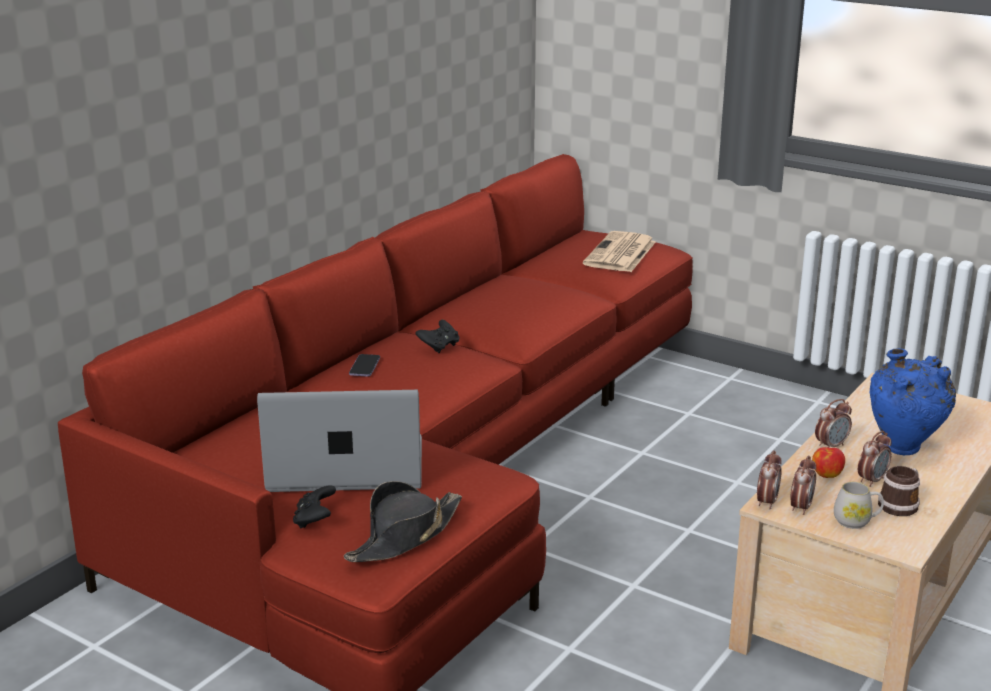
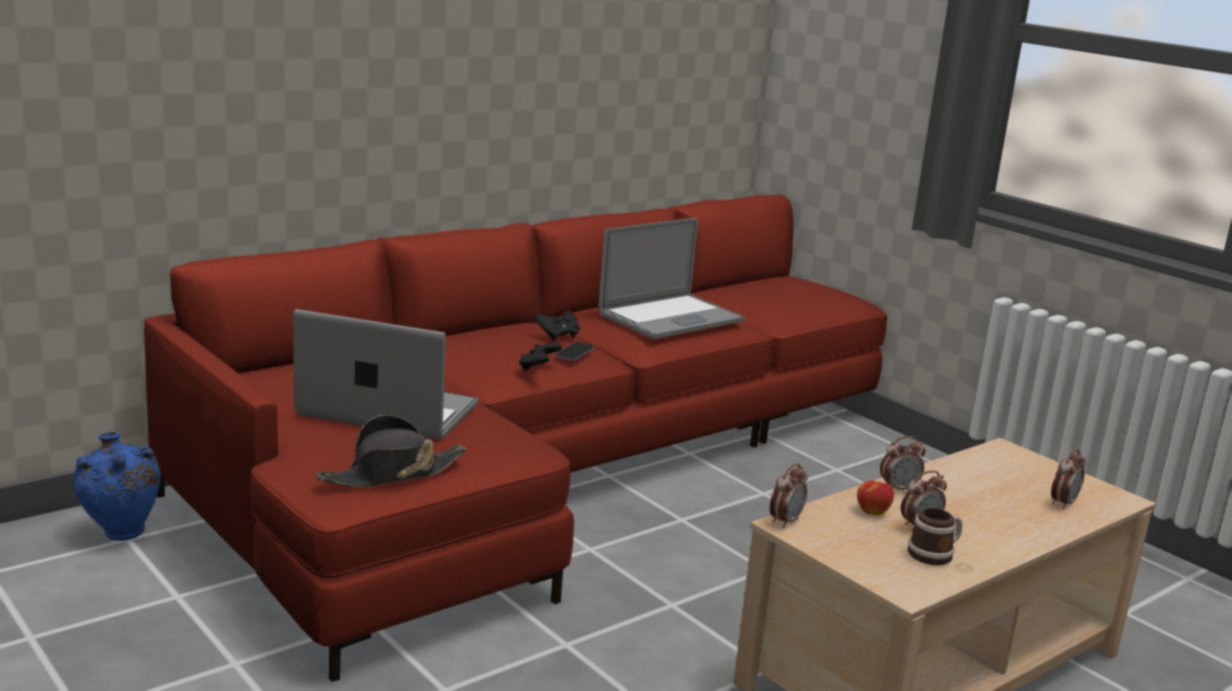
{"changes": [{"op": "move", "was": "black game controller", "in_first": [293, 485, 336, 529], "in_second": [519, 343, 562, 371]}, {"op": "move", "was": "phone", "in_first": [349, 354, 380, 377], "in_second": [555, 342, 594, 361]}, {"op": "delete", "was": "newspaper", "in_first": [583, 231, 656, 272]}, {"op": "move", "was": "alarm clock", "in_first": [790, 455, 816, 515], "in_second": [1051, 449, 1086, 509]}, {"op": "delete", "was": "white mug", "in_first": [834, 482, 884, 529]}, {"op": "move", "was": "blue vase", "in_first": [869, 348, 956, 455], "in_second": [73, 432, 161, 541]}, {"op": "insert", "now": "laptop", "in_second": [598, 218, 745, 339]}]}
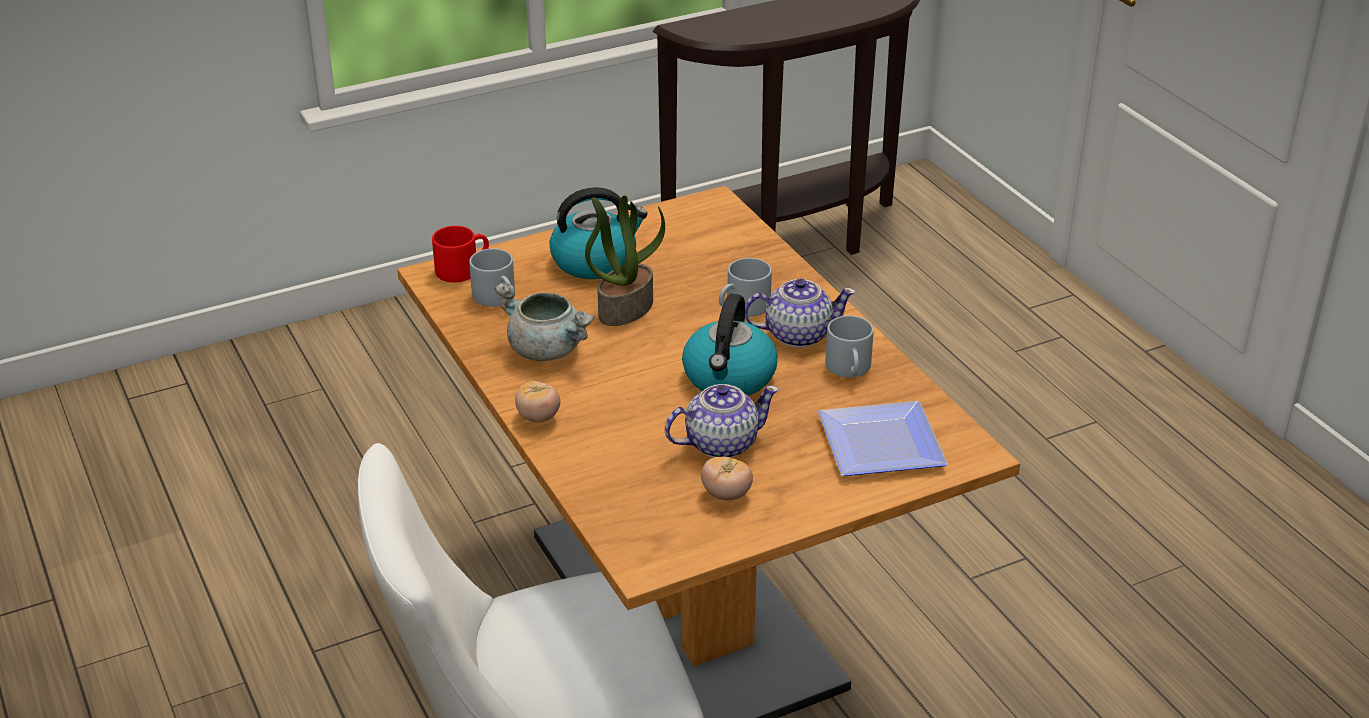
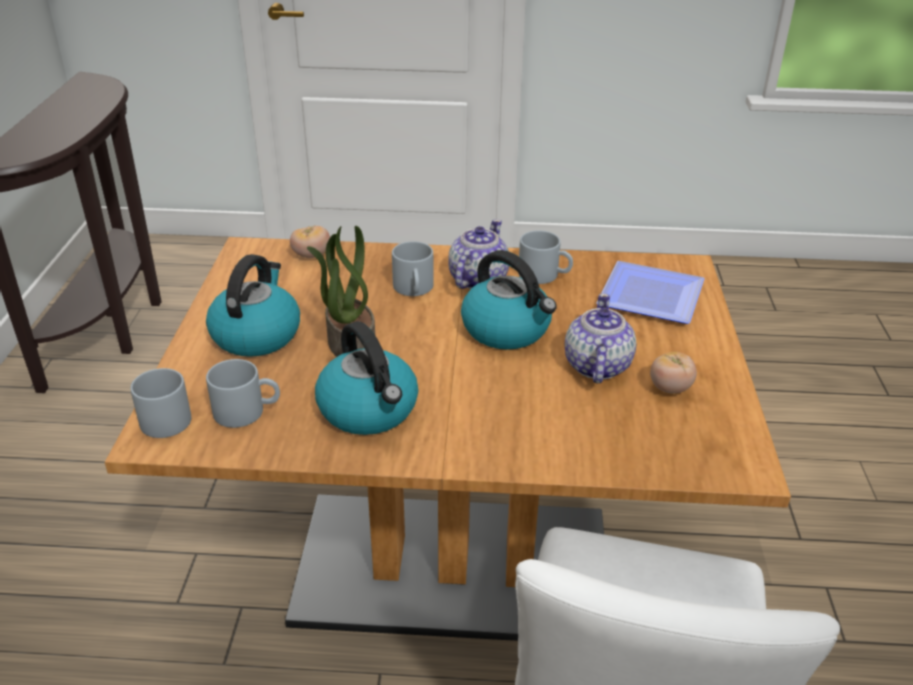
{"changes": [{"op": "recolor", "was": "red mug", "now": "grey mug", "in_first": [432, 226, 489, 283], "in_second": [130, 368, 191, 438]}, {"op": "replace", "was": "grey cooking pot", "now": "kettle", "in_first": [494, 283, 595, 361], "in_second": [315, 321, 418, 435]}, {"op": "move", "was": "tomato", "in_first": [515, 381, 560, 423], "in_second": [290, 225, 330, 258]}]}
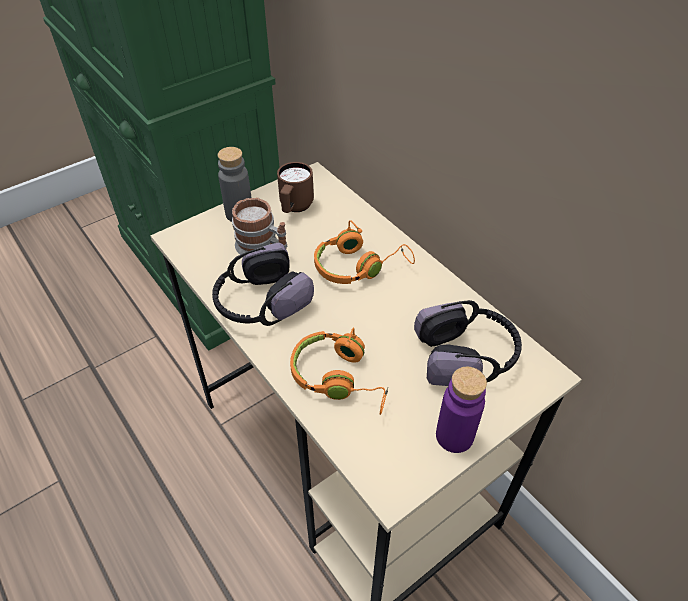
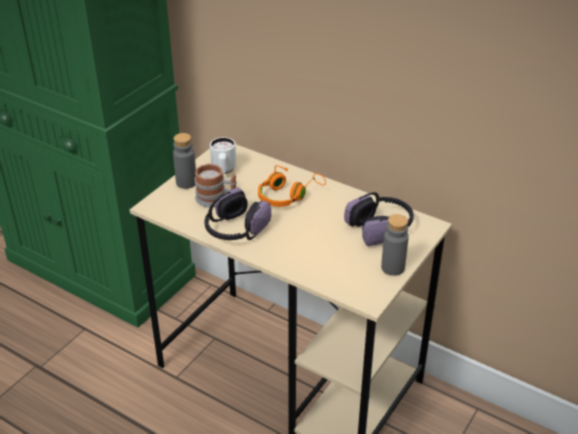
{"changes": [{"op": "recolor", "was": "brown mug", "now": "white mug", "in_first": [277, 162, 314, 213], "in_second": [210, 137, 236, 174]}, {"op": "delete", "was": "orange headphones", "in_first": [290, 328, 388, 415]}, {"op": "recolor", "was": "purple bottle", "now": "grey bottle", "in_first": [436, 367, 487, 453], "in_second": [381, 214, 409, 276]}]}
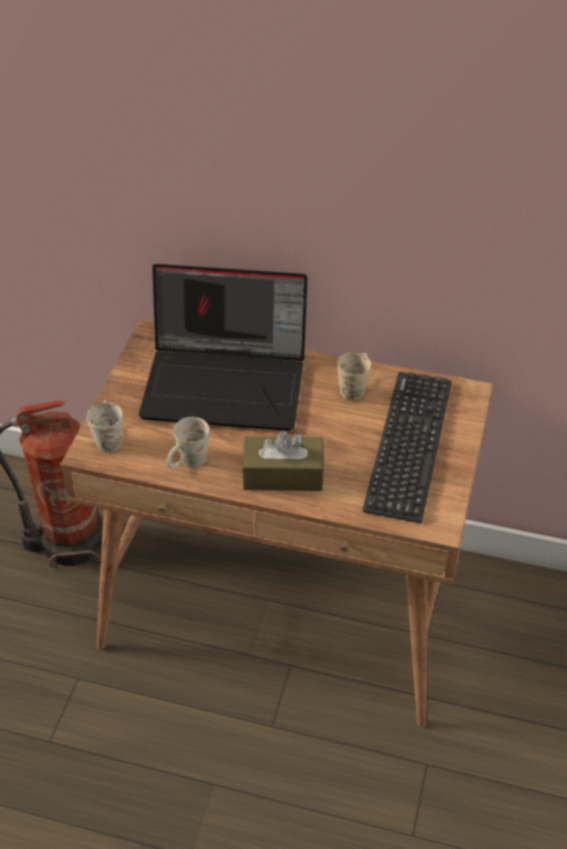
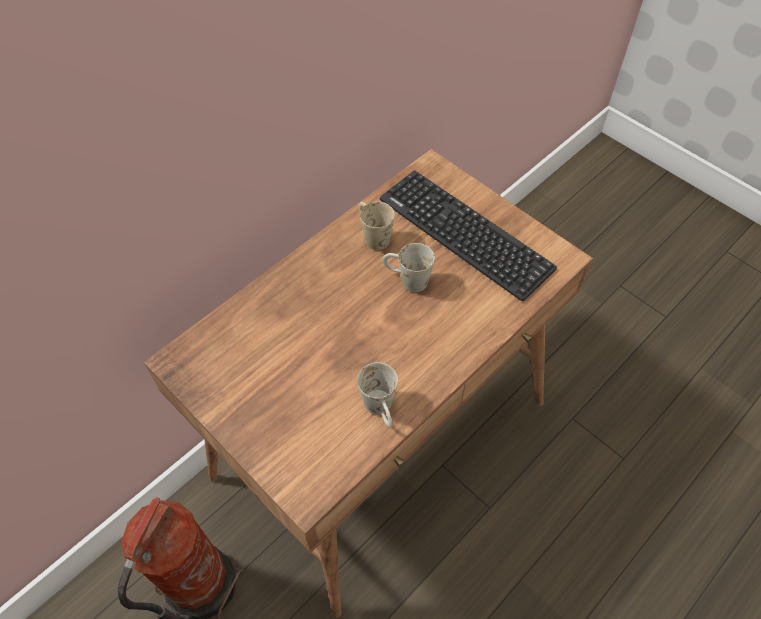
{"changes": [{"op": "move", "was": "white mug", "in_first": [87, 400, 123, 453], "in_second": [382, 243, 435, 292]}, {"op": "delete", "was": "laptop", "in_first": [139, 264, 308, 431]}, {"op": "delete", "was": "brown tissue box", "in_first": [242, 431, 324, 491]}]}
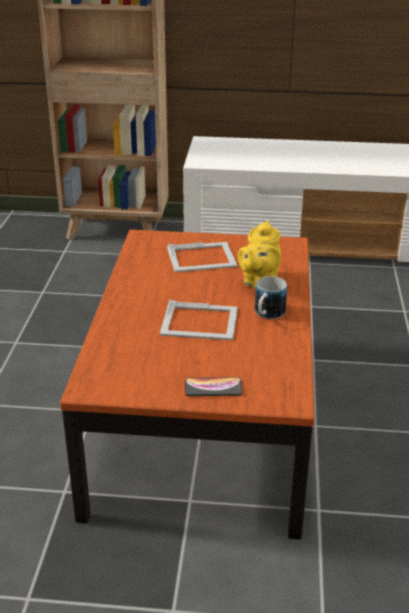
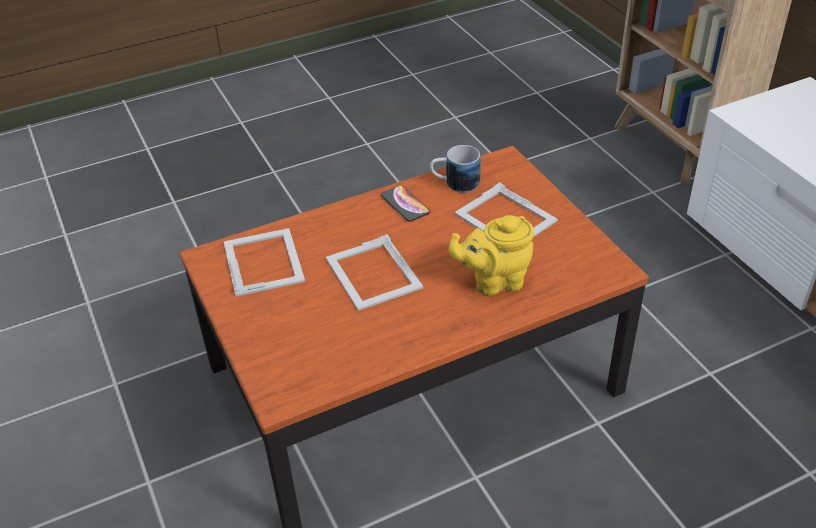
{"changes": [{"op": "move", "was": "phone", "in_first": [185, 377, 243, 396], "in_second": [381, 185, 430, 222]}, {"op": "move", "was": "mug", "in_first": [255, 276, 287, 319], "in_second": [430, 145, 480, 193]}, {"op": "insert", "now": "picture frame", "in_second": [224, 228, 305, 297]}]}
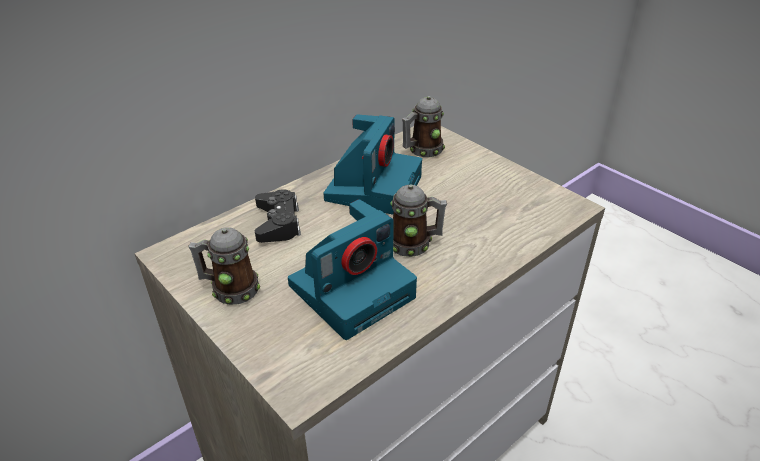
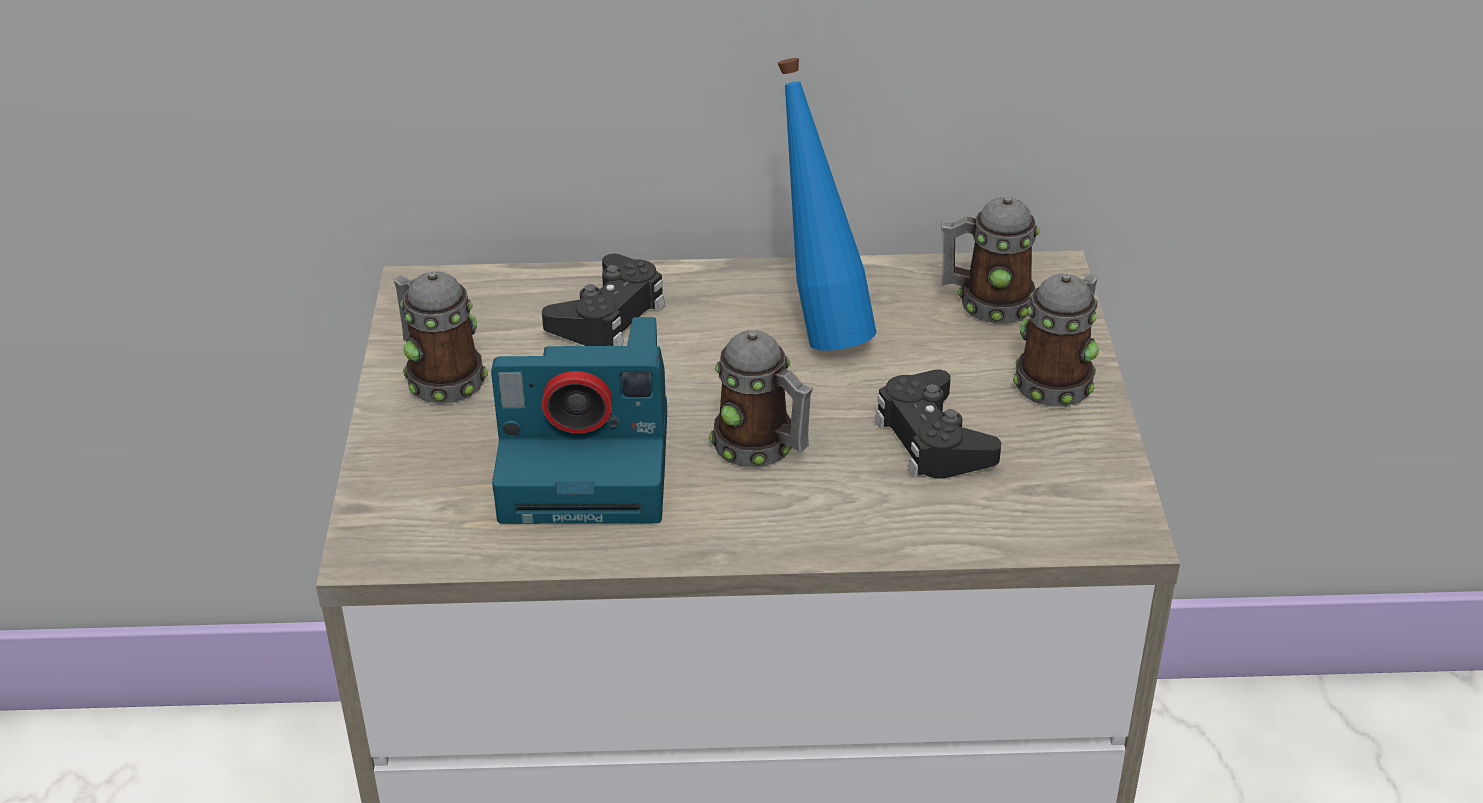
{"changes": [{"op": "replace", "was": "photo camera", "now": "blue bottle", "in_first": [323, 114, 422, 215], "in_second": [778, 58, 876, 351]}, {"op": "insert", "now": "black game controller", "in_second": [875, 369, 1001, 479]}, {"op": "insert", "now": "mug", "in_second": [1013, 273, 1099, 407]}]}
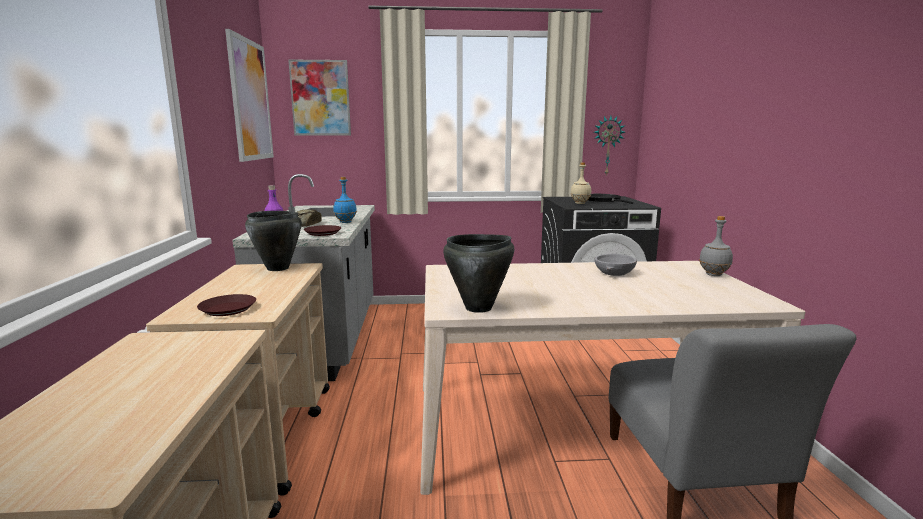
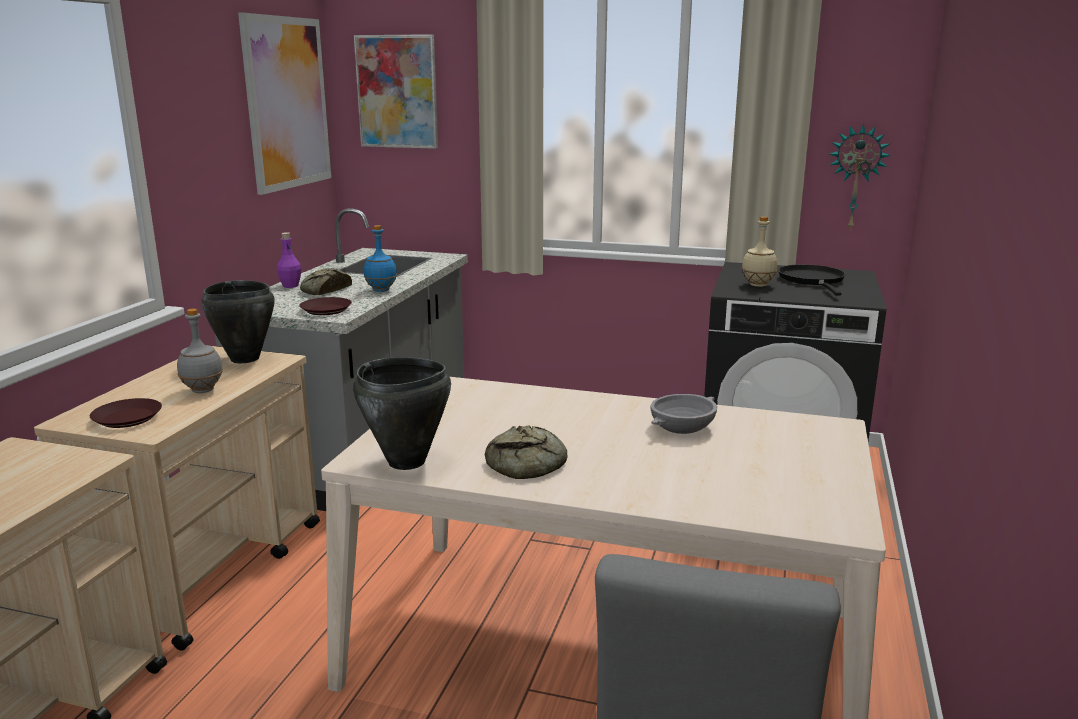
{"changes": [{"op": "move", "was": "grey bottle", "in_first": [699, 216, 733, 276], "in_second": [177, 309, 223, 393]}, {"op": "insert", "now": "bread", "in_second": [485, 425, 567, 479]}]}
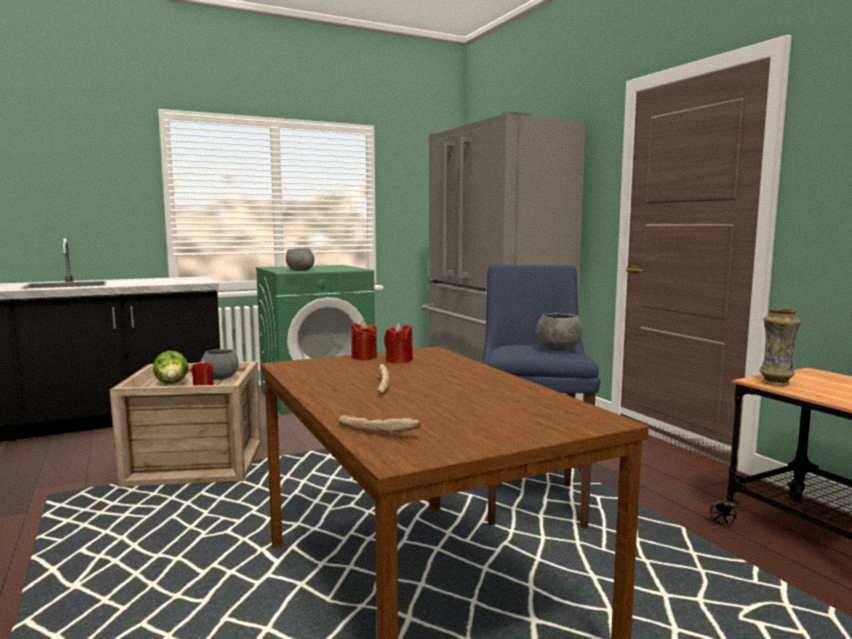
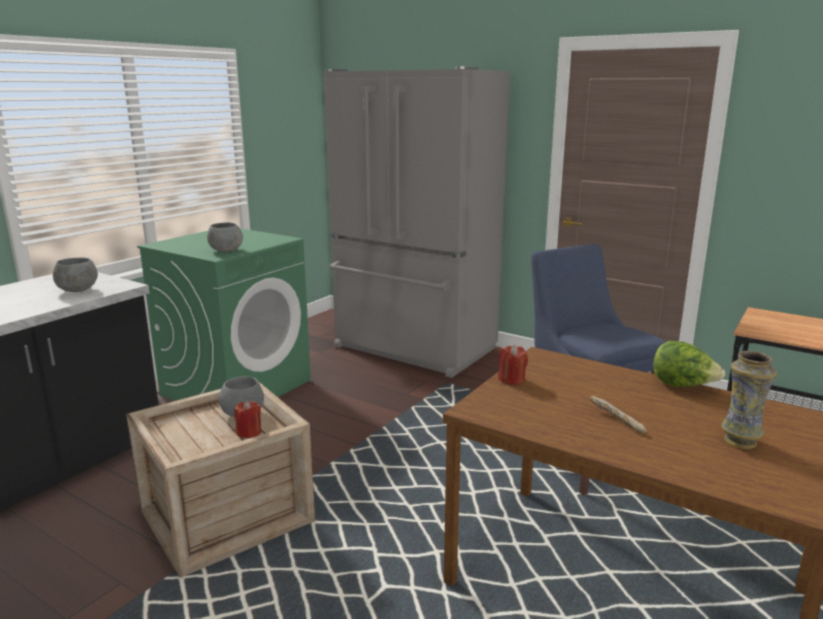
{"changes": [{"op": "move", "was": "lettuce", "in_first": [153, 351, 189, 384], "in_second": [653, 341, 725, 387]}, {"op": "delete", "was": "bread", "in_first": [338, 415, 421, 433]}, {"op": "delete", "was": "red candle", "in_first": [384, 322, 413, 363]}, {"op": "move", "was": "grey bowl", "in_first": [536, 313, 583, 351], "in_second": [53, 258, 98, 292]}, {"op": "move", "was": "vase", "in_first": [760, 308, 801, 386], "in_second": [722, 351, 777, 449]}]}
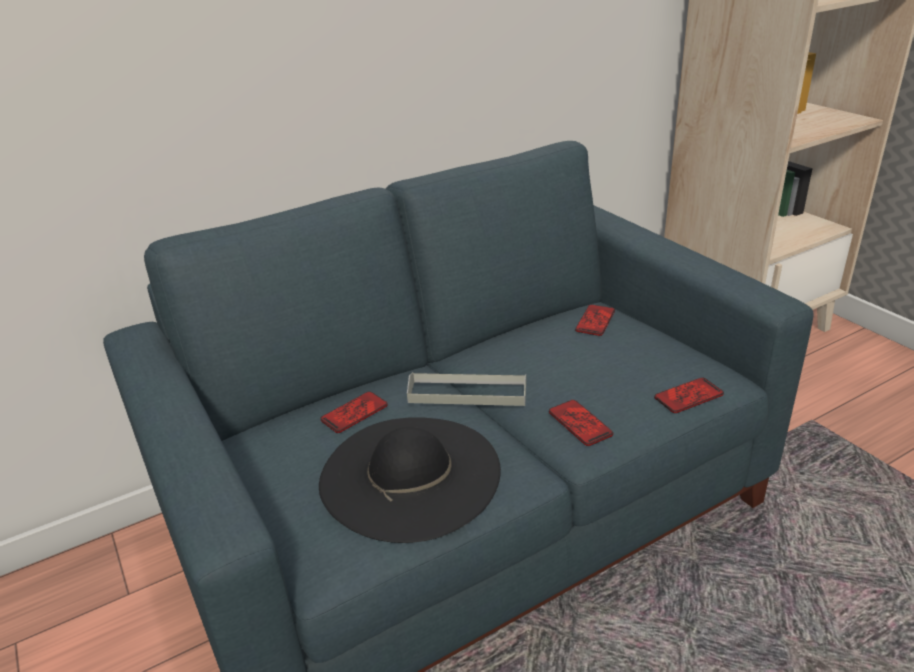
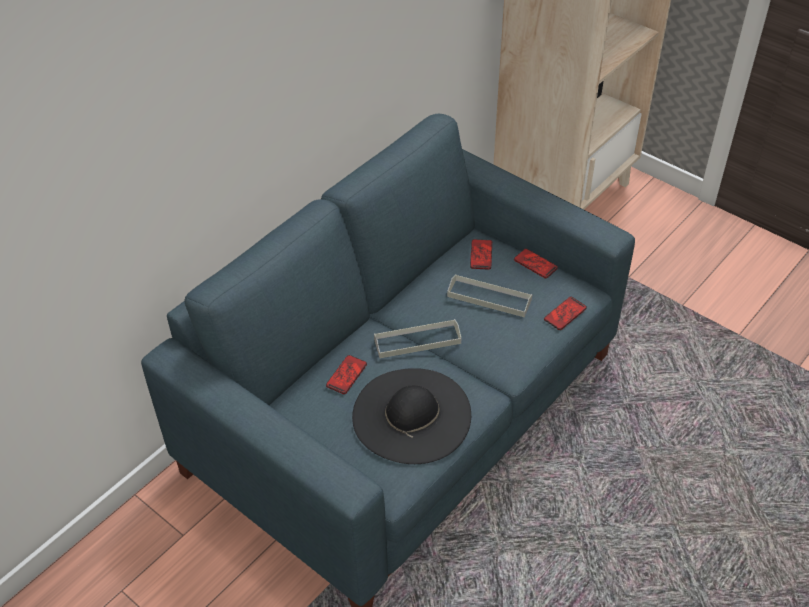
{"changes": [{"op": "move", "was": "phone", "in_first": [549, 400, 613, 446], "in_second": [514, 249, 558, 278]}, {"op": "insert", "now": "grey tray", "in_second": [447, 274, 532, 317]}]}
